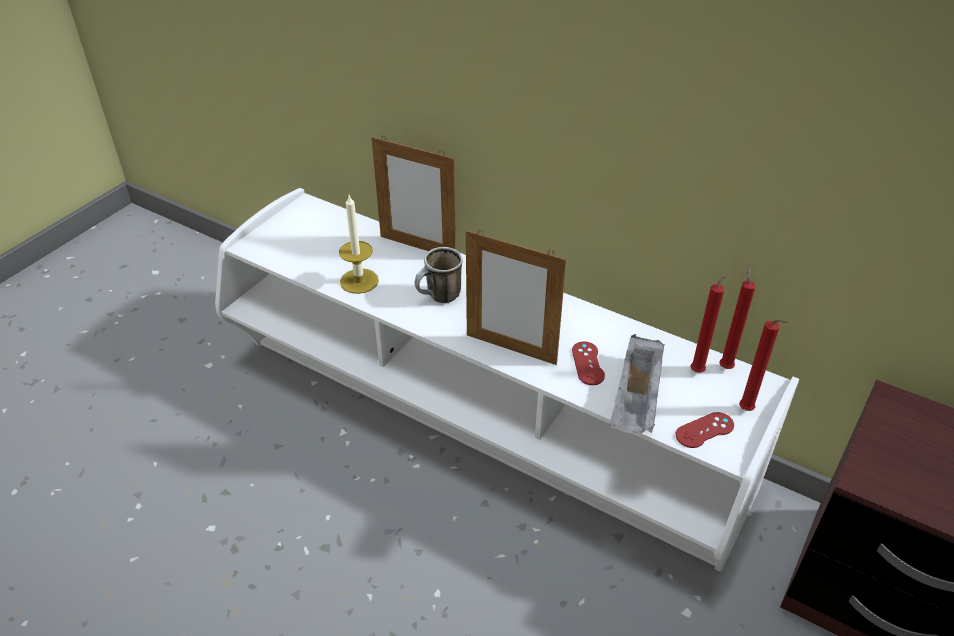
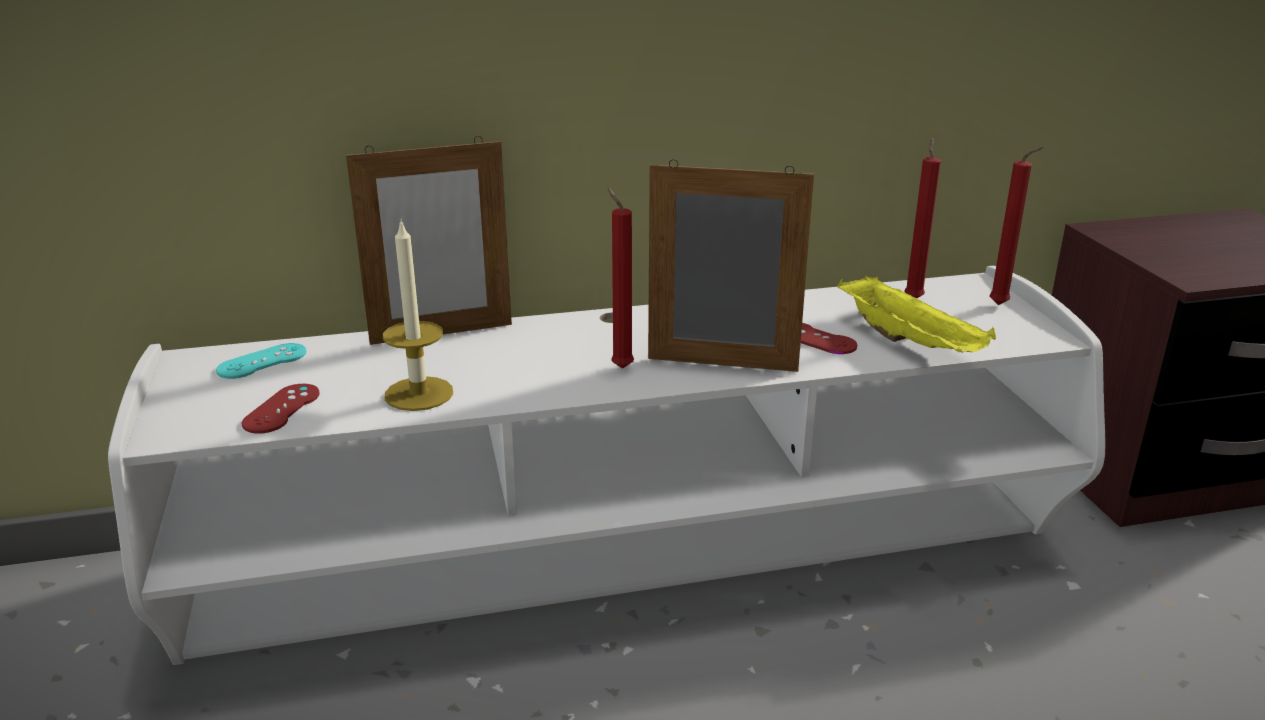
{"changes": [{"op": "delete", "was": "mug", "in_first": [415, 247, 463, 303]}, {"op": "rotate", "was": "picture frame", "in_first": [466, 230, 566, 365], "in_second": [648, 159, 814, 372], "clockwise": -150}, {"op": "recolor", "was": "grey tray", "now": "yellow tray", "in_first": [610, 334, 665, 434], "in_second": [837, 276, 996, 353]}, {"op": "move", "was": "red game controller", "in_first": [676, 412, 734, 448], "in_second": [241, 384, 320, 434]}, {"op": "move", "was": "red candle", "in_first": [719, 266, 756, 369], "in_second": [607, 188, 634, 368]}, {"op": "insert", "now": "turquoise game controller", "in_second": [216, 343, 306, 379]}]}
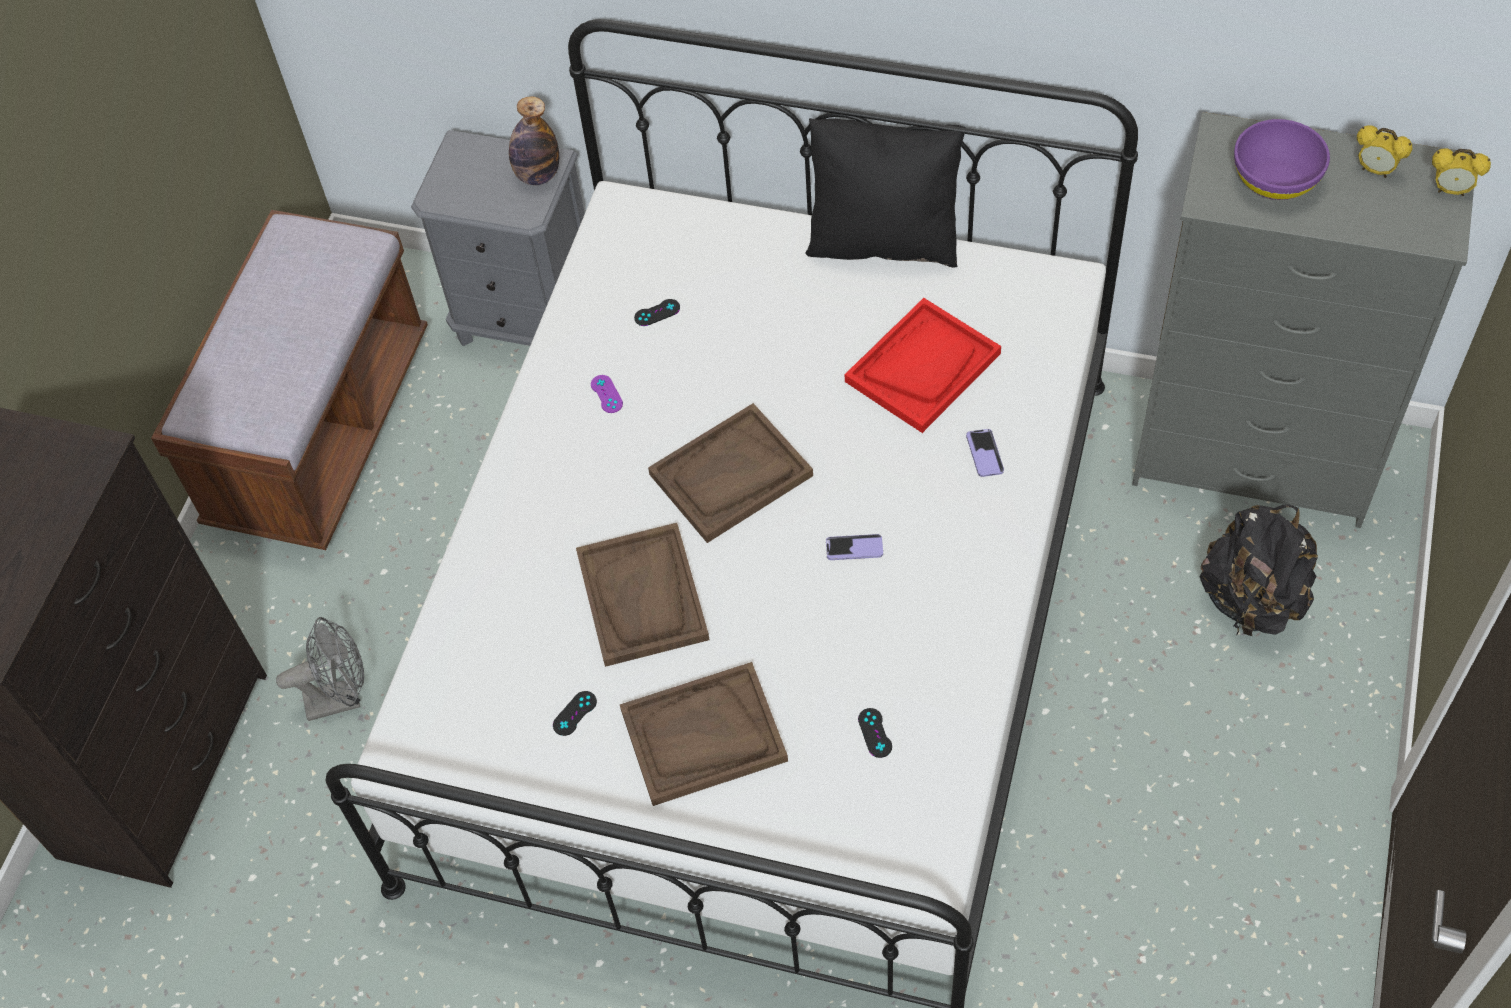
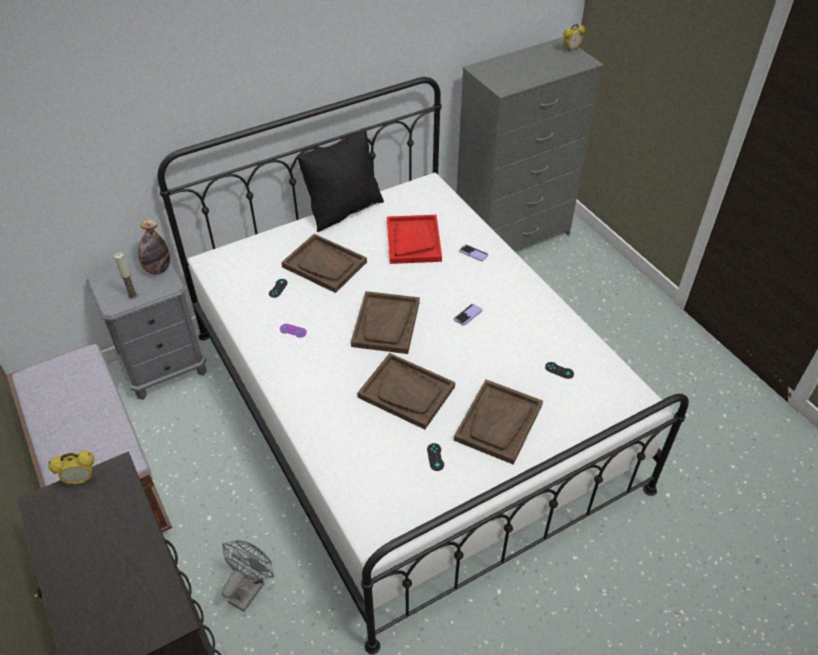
{"changes": [{"op": "delete", "was": "black backpack", "in_first": [1200, 504, 1318, 636]}, {"op": "delete", "was": "purple bowl", "in_first": [1234, 119, 1330, 200]}, {"op": "move", "was": "alarm clock", "in_first": [1357, 125, 1412, 178], "in_second": [48, 451, 94, 485]}, {"op": "insert", "now": "candle", "in_second": [114, 253, 138, 299]}, {"op": "insert", "now": "brown tray", "in_second": [281, 234, 367, 293]}]}
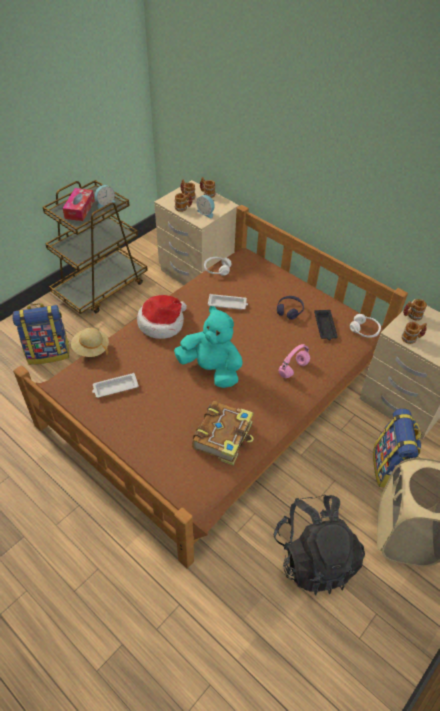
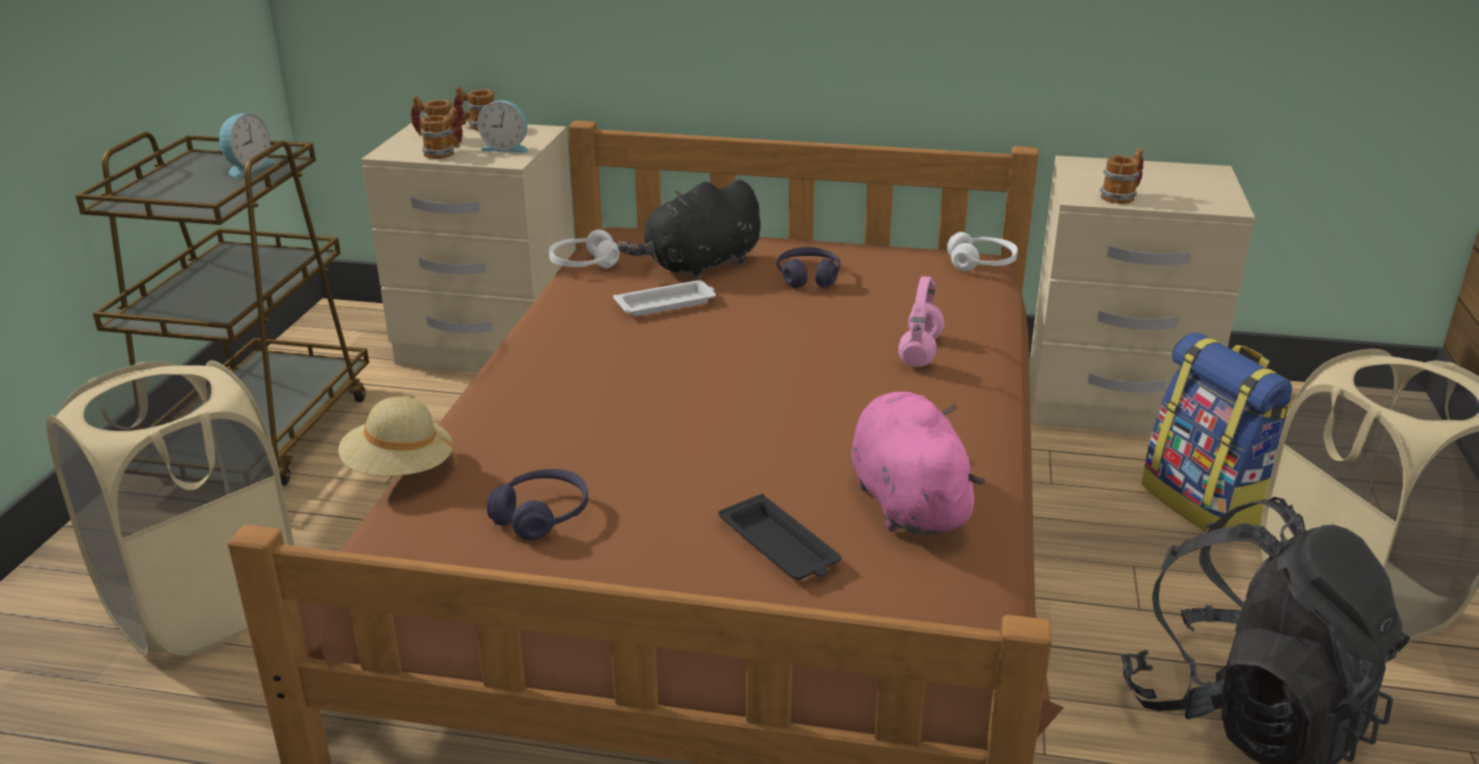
{"changes": [{"op": "replace", "was": "backpack", "now": "beige laundry basket", "in_first": [12, 303, 69, 365], "in_second": [46, 360, 295, 657]}, {"op": "delete", "was": "tissue box", "in_first": [63, 188, 95, 221]}, {"op": "replace", "was": "white tray", "now": "purple headphones", "in_first": [92, 373, 139, 398], "in_second": [487, 469, 588, 540]}, {"op": "delete", "was": "hat", "in_first": [137, 295, 187, 339]}, {"op": "delete", "was": "turquoise plush toy", "in_first": [174, 306, 242, 388]}, {"op": "replace", "was": "book", "now": "pink plush toy", "in_first": [192, 401, 254, 465], "in_second": [851, 392, 985, 535]}, {"op": "move", "was": "black tray", "in_first": [314, 310, 338, 340], "in_second": [718, 494, 841, 580]}, {"op": "delete", "was": "mug", "in_first": [403, 299, 427, 321]}, {"op": "insert", "now": "black plush toy", "in_second": [617, 180, 761, 280]}]}
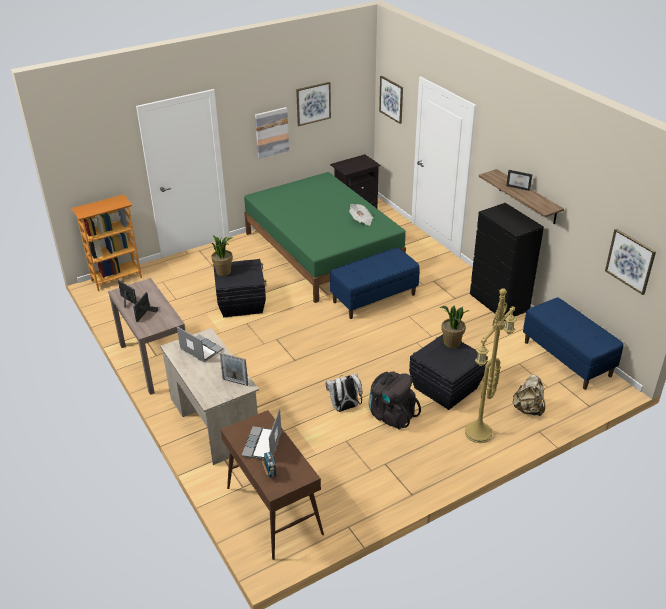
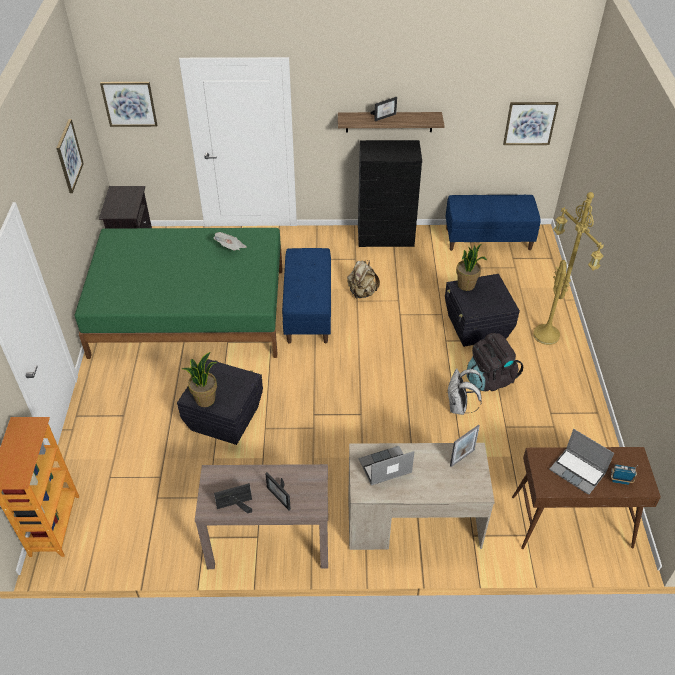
{"changes": [{"op": "delete", "was": "picture", "in_first": [255, 107, 289, 159]}, {"op": "move", "was": "beige backpack", "in_first": [512, 375, 545, 416], "in_second": [347, 260, 380, 298]}]}
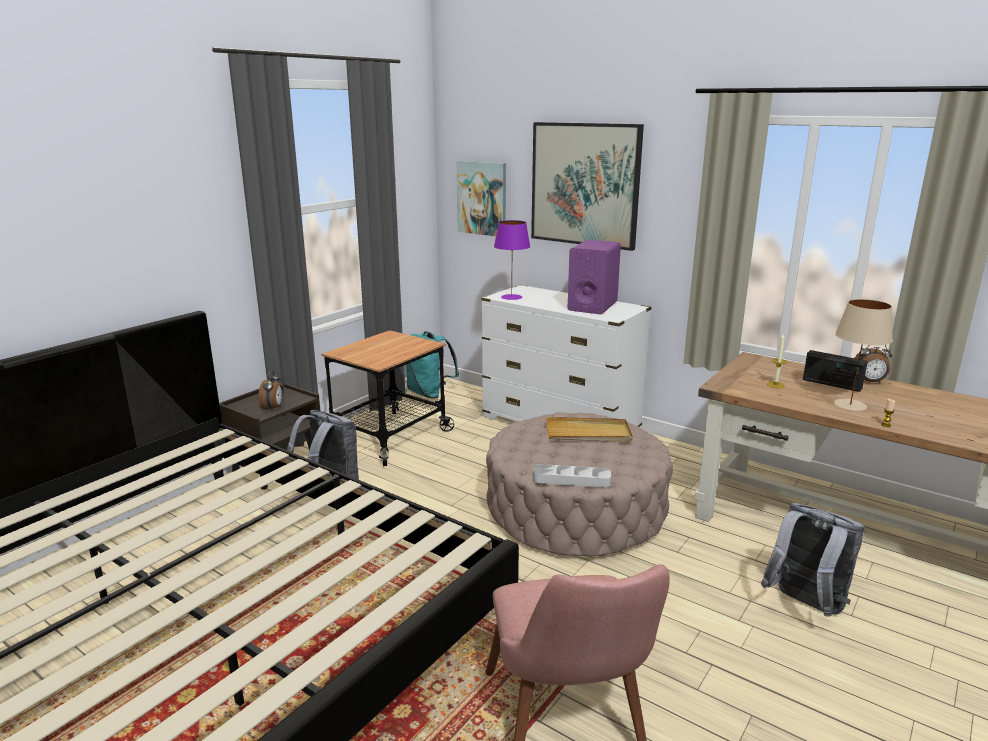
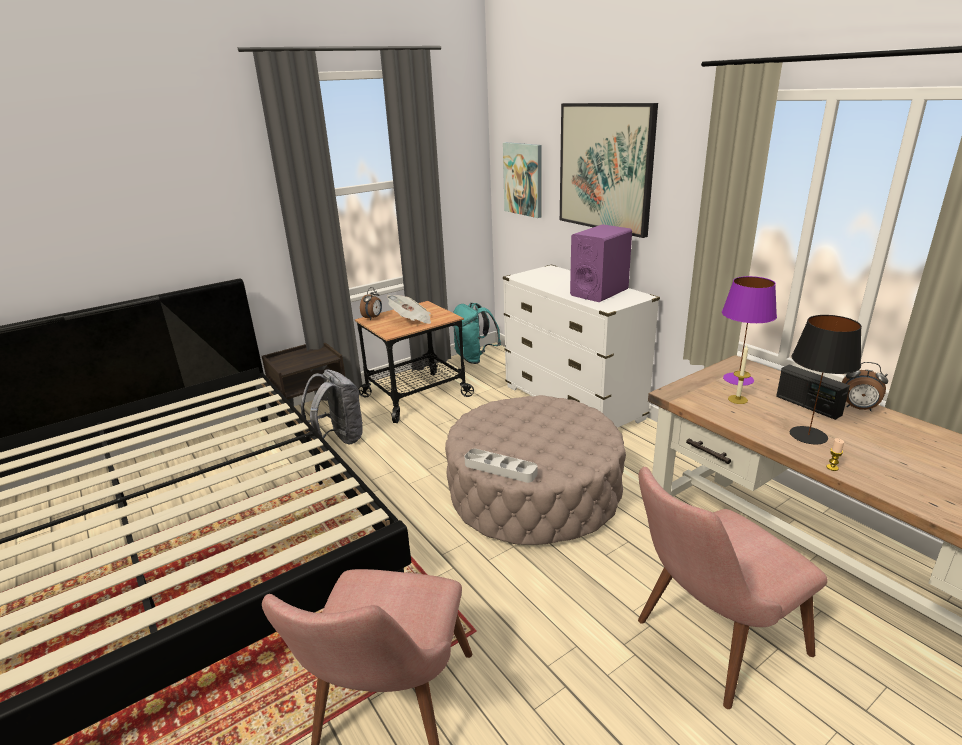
{"changes": [{"op": "move", "was": "alarm clock", "in_first": [258, 371, 284, 412], "in_second": [360, 287, 382, 320]}, {"op": "move", "was": "purple table lamp", "in_first": [494, 220, 530, 300], "in_second": [722, 276, 777, 386]}, {"op": "delete", "was": "beige tray", "in_first": [546, 417, 633, 442]}, {"op": "replace", "was": "grey backpack", "now": "pink chair", "in_first": [761, 503, 864, 617], "in_second": [638, 467, 827, 709]}, {"op": "recolor", "was": "beige table lamp", "now": "black table lamp", "in_first": [834, 299, 893, 411], "in_second": [790, 315, 862, 444]}, {"op": "insert", "now": "newspaper", "in_second": [387, 295, 431, 324]}]}
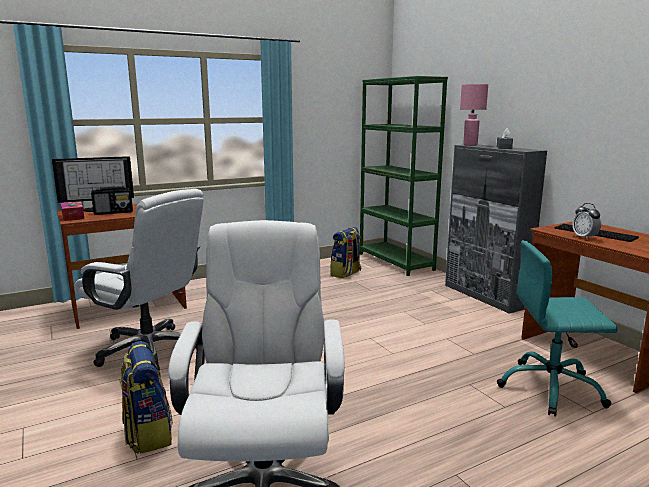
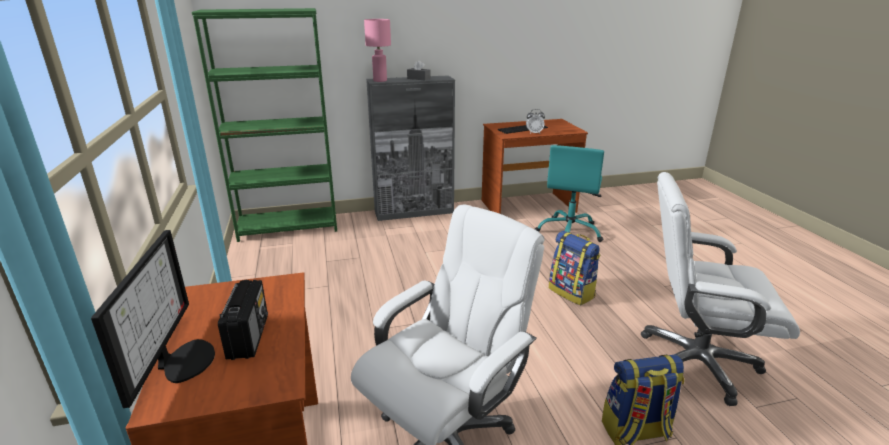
{"changes": [{"op": "delete", "was": "tissue box", "in_first": [61, 201, 84, 221]}, {"op": "move", "was": "backpack", "in_first": [330, 227, 361, 279], "in_second": [549, 231, 600, 306]}]}
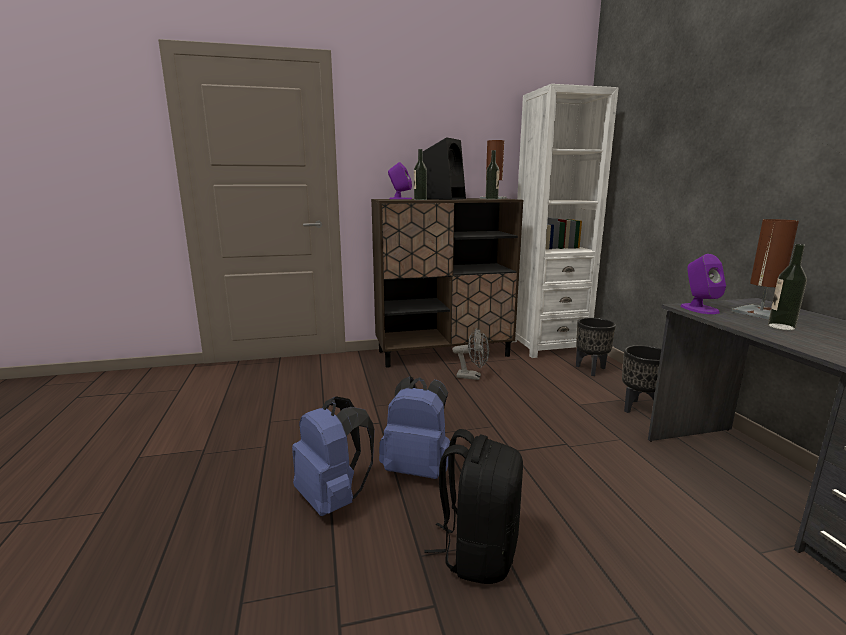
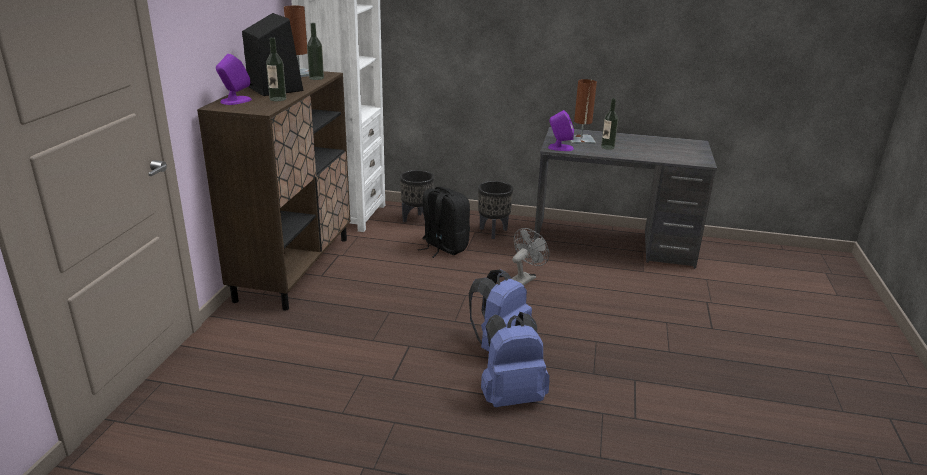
{"changes": [{"op": "move", "was": "black backpack", "in_first": [424, 429, 523, 584], "in_second": [418, 187, 470, 258]}, {"op": "move", "was": "grey fan", "in_first": [452, 328, 489, 380], "in_second": [511, 228, 549, 285]}]}
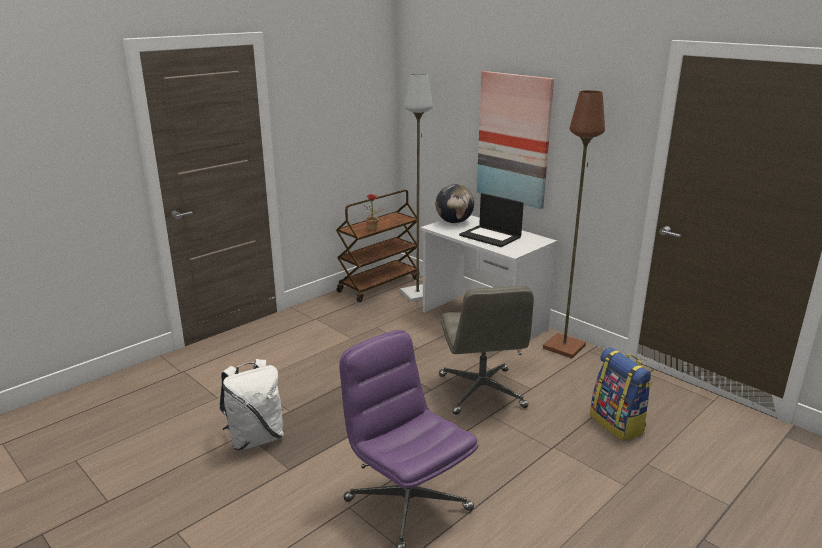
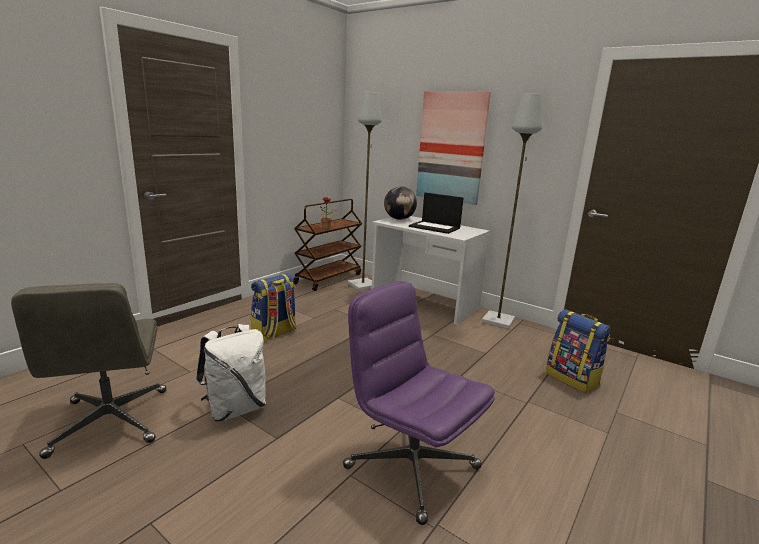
{"changes": [{"op": "move", "was": "grey office chair", "in_first": [439, 286, 534, 415], "in_second": [11, 283, 166, 459]}, {"op": "recolor", "was": "brown floor lamp", "now": "grey floor lamp", "in_first": [543, 90, 605, 358], "in_second": [482, 93, 542, 329]}, {"op": "insert", "now": "backpack", "in_second": [251, 273, 296, 341]}]}
